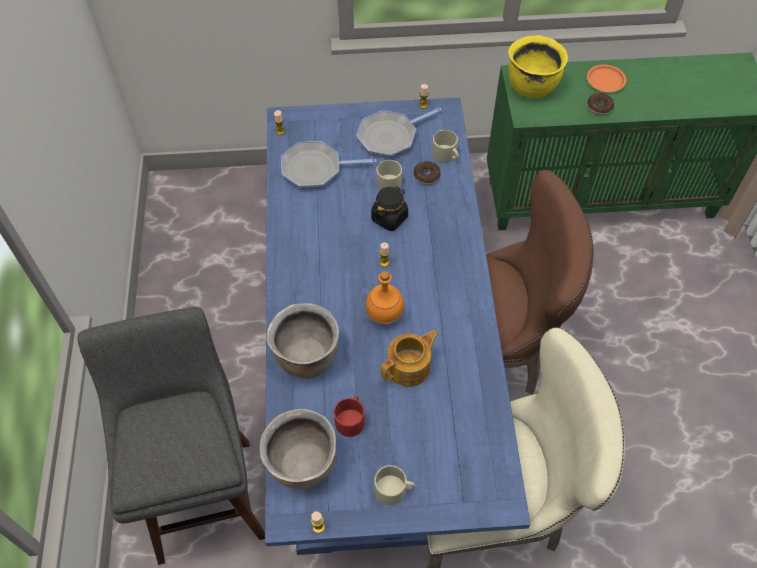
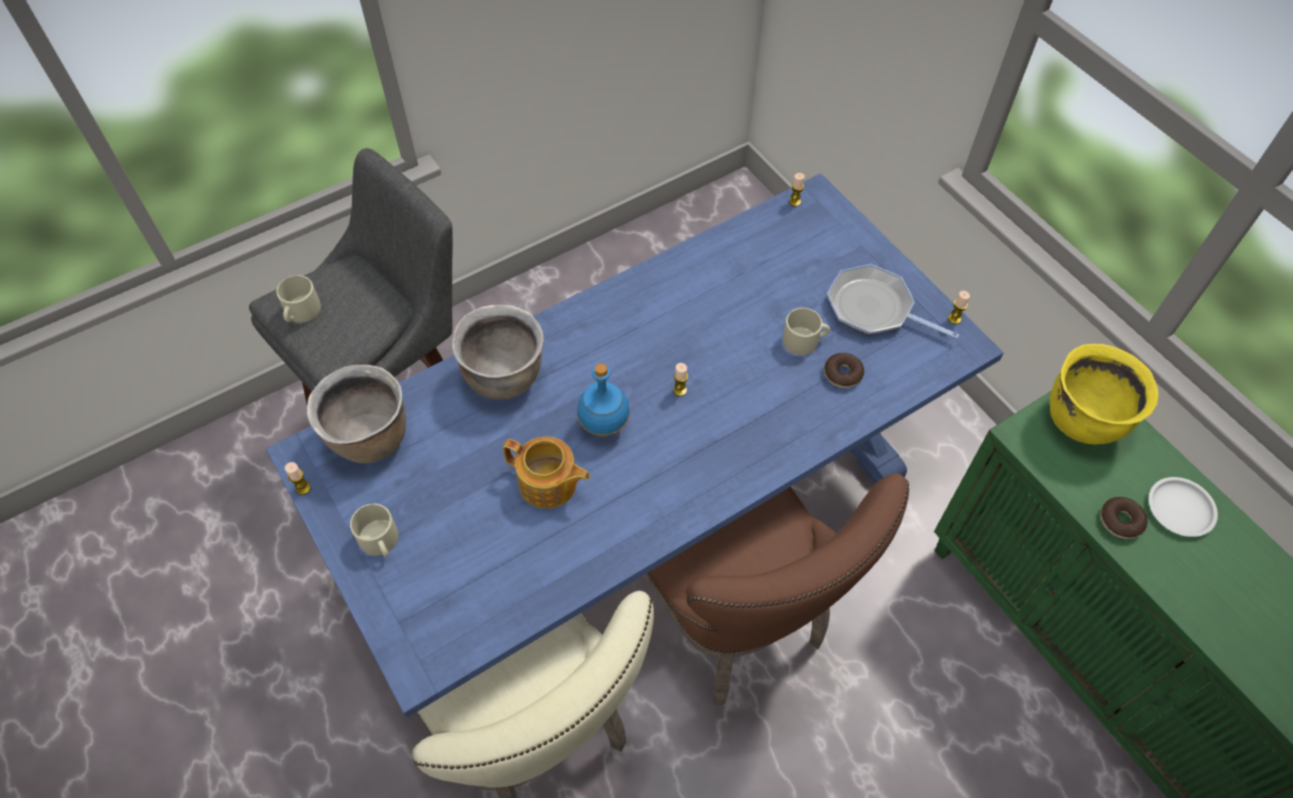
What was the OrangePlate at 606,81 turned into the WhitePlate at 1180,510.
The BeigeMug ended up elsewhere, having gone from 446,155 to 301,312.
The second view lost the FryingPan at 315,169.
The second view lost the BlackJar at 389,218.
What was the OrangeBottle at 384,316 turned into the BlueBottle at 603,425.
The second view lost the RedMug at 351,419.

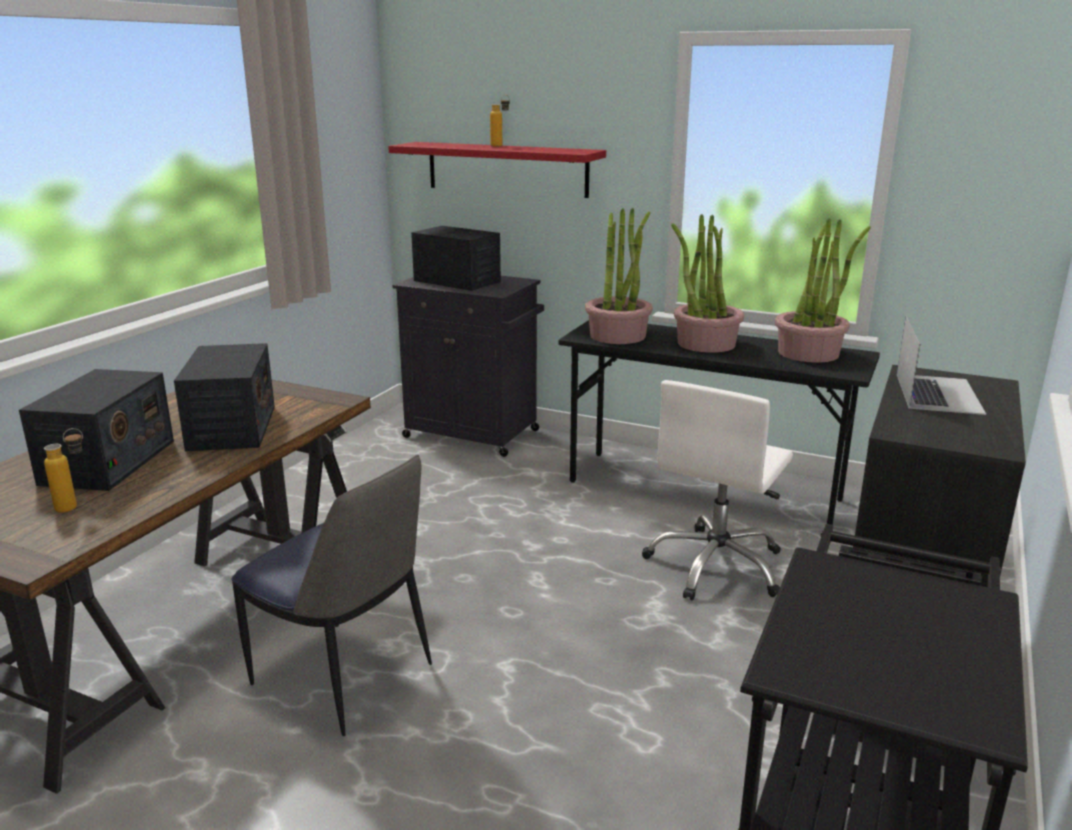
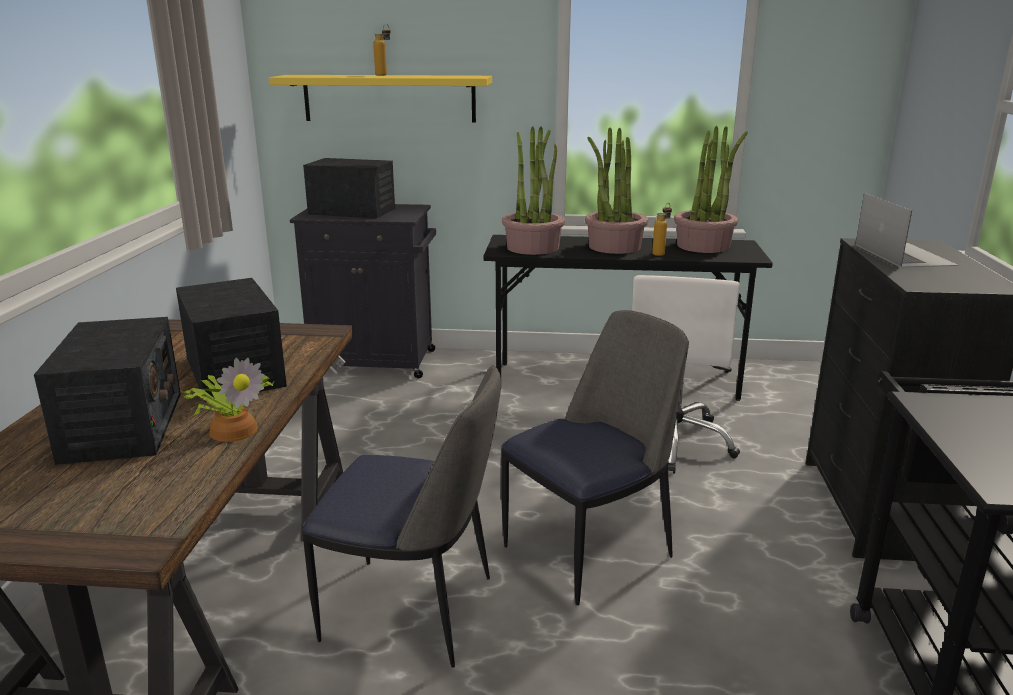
What was the RedShelf at 506,169 turned into the YellowShelf at 389,98.
The Bottle ended up elsewhere, having gone from 75,506 to 661,253.
The second view gained the Chair at 591,549.
The second view gained the PottedPlant at 234,429.

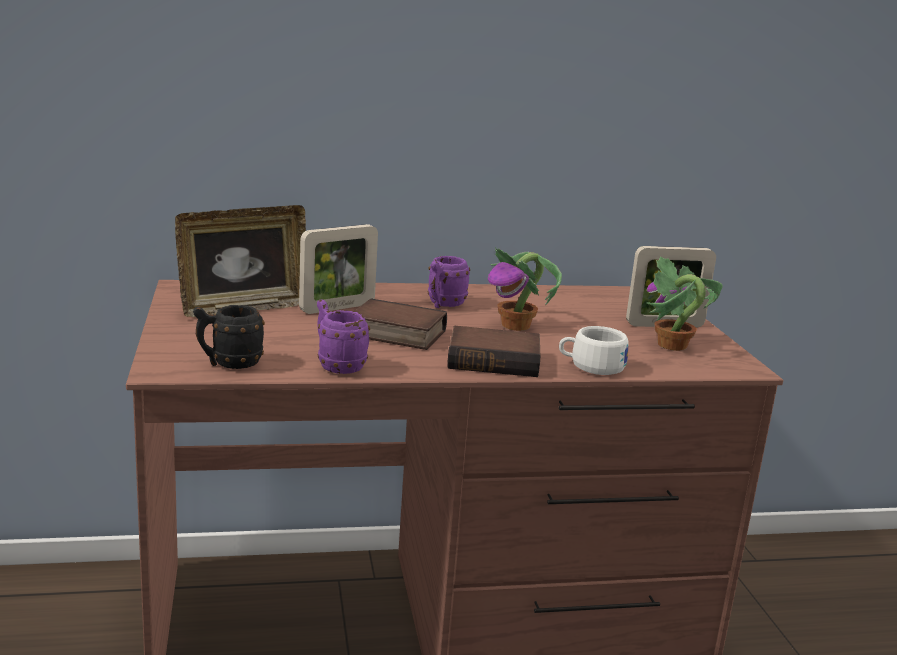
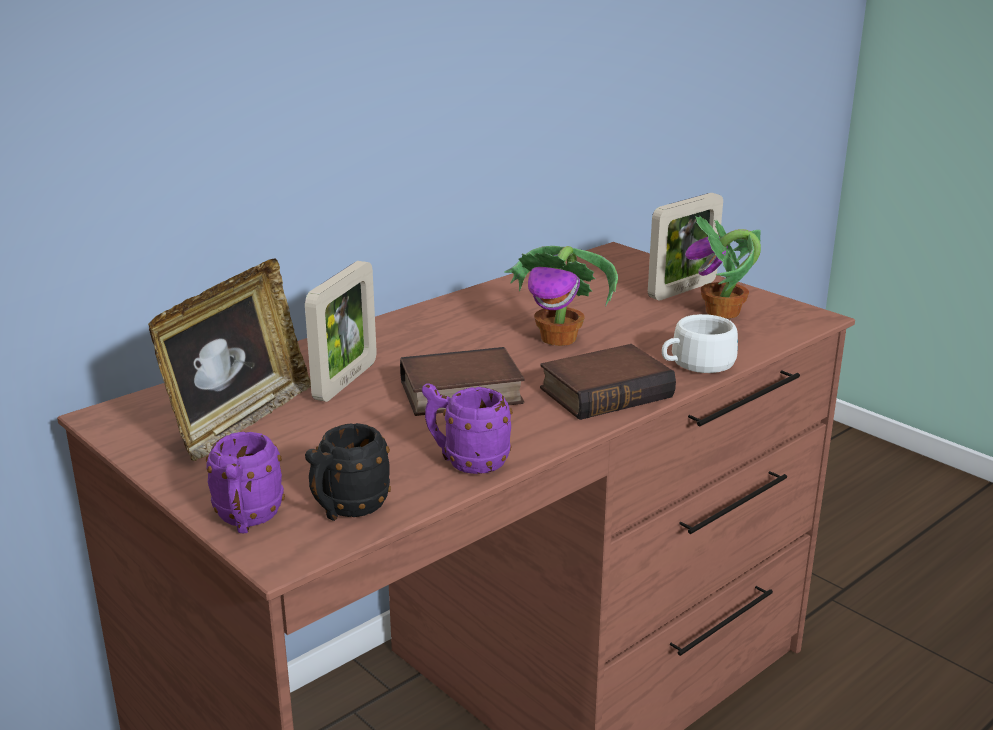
The PurpleMug ended up elsewhere, having gone from 443,304 to 247,520.

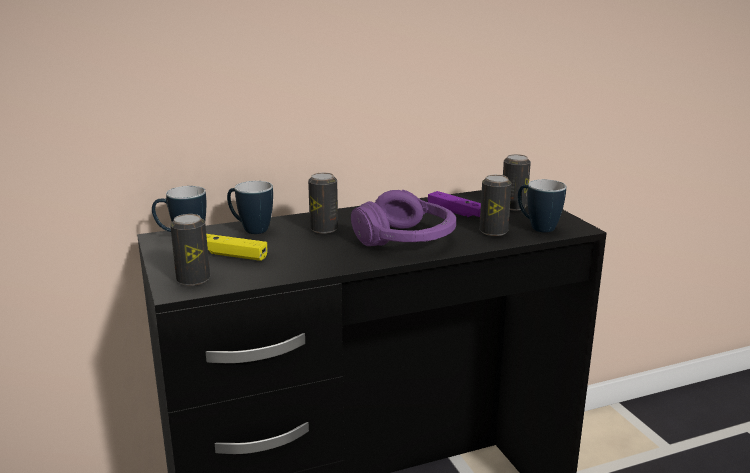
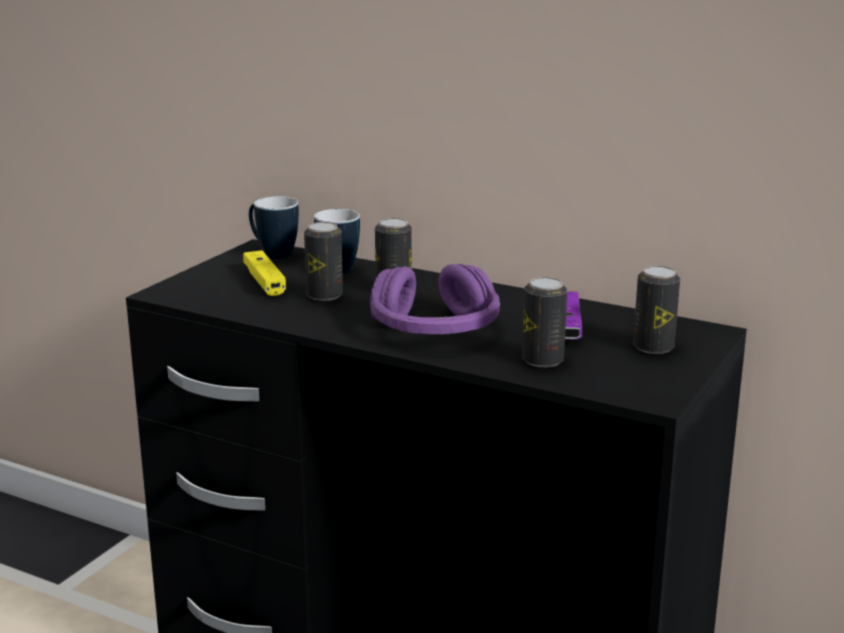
The second view lost the Mug at 537,227.
The Can ended up elsewhere, having gone from 193,280 to 324,295.

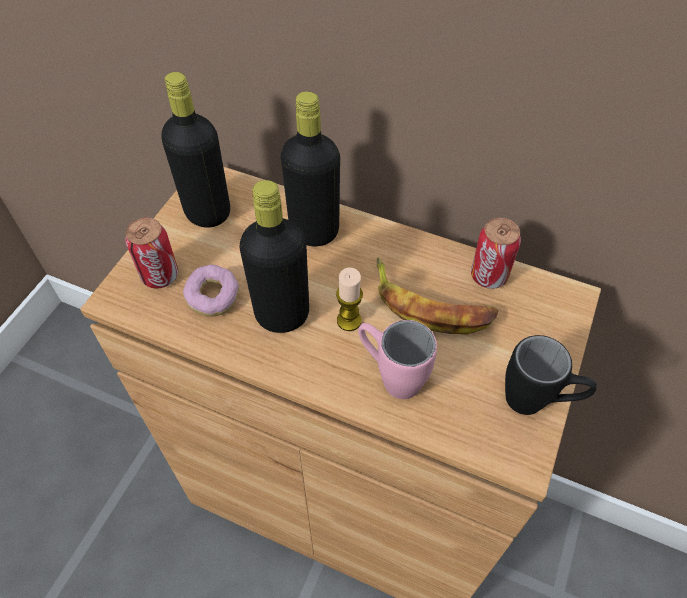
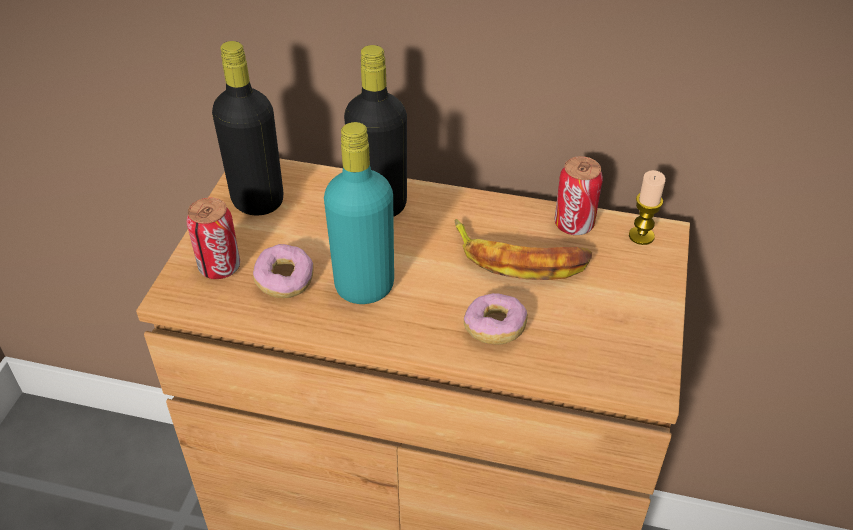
What was the BlackBottle at 282,315 turned into the TurquoiseBottle at 364,287.
The Candle ended up elsewhere, having gone from 349,320 to 641,236.
Where the PinkMug stood at 391,376, the Donut came to stand at 494,328.
The second view lost the BlackMug at 537,402.

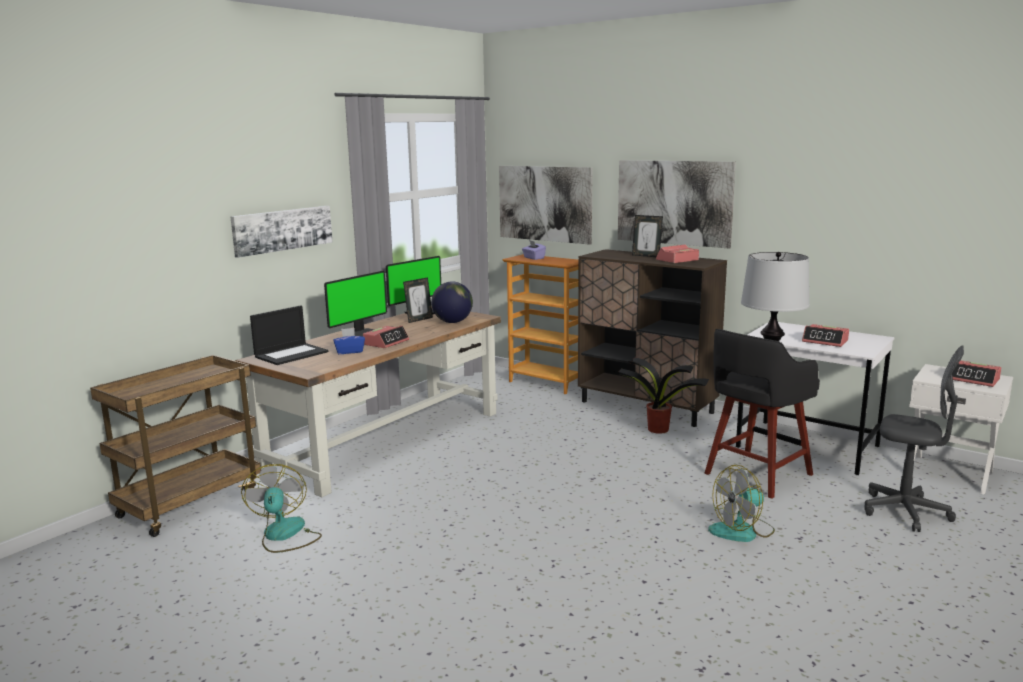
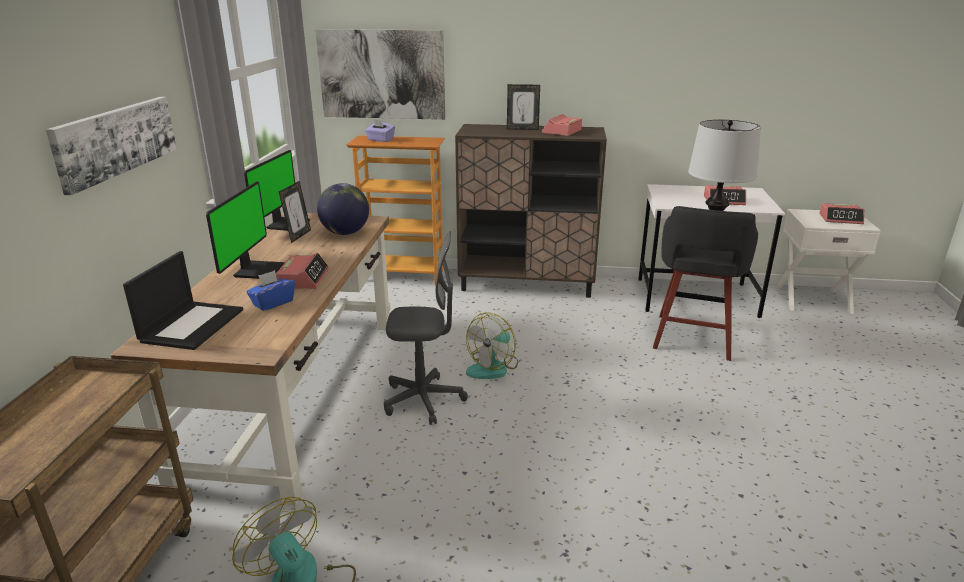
The second view lost the Picture at 673,202.
The GreyOfficeChair ended up elsewhere, having gone from 905,511 to 423,400.
The second view lost the PottedPlant at 657,429.
The Fan ended up elsewhere, having gone from 742,531 to 493,367.

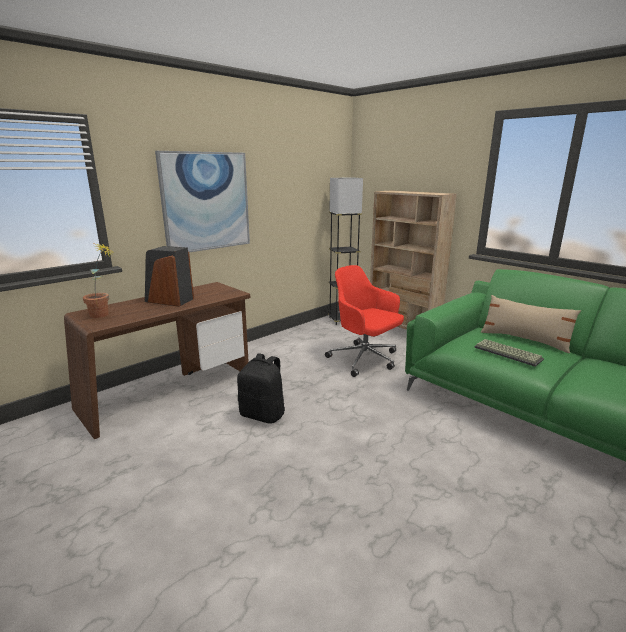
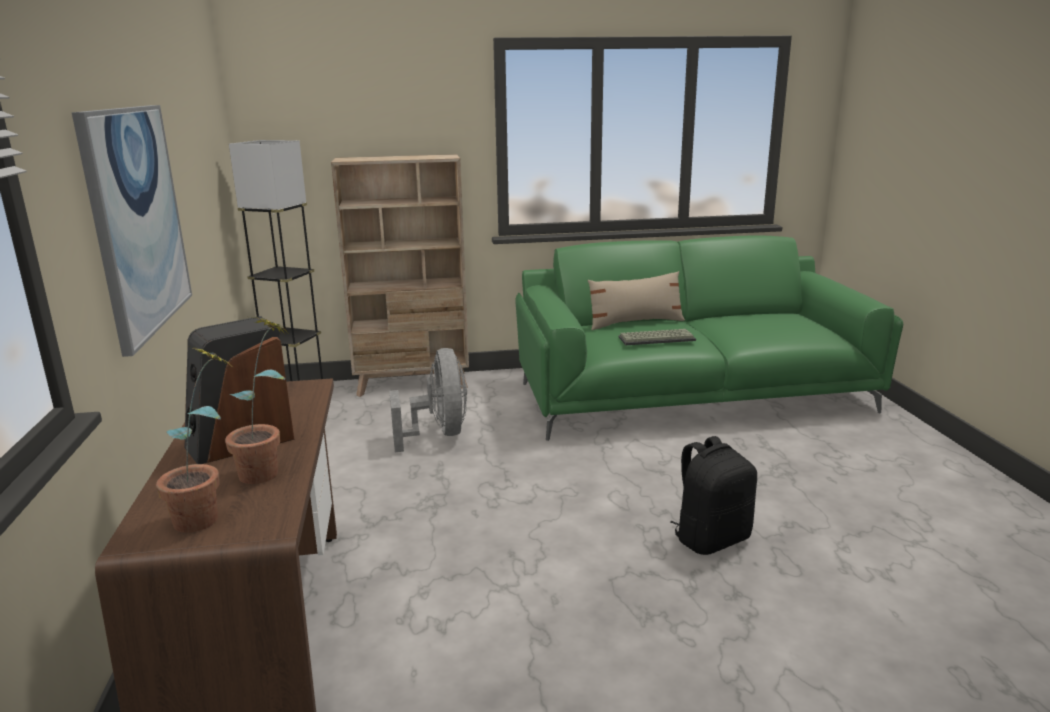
Where the RedOfficeChair stood at 365,359, the GreyFan came to stand at 439,434.
The BlackBackpack ended up elsewhere, having gone from 263,415 to 711,538.
The second view gained the PottedPlant at 269,469.

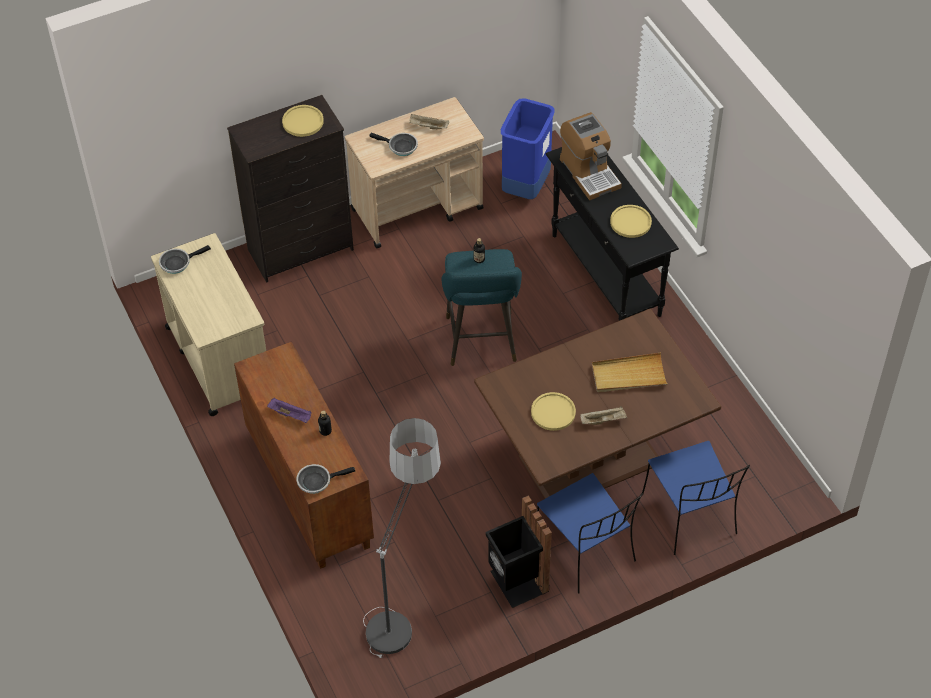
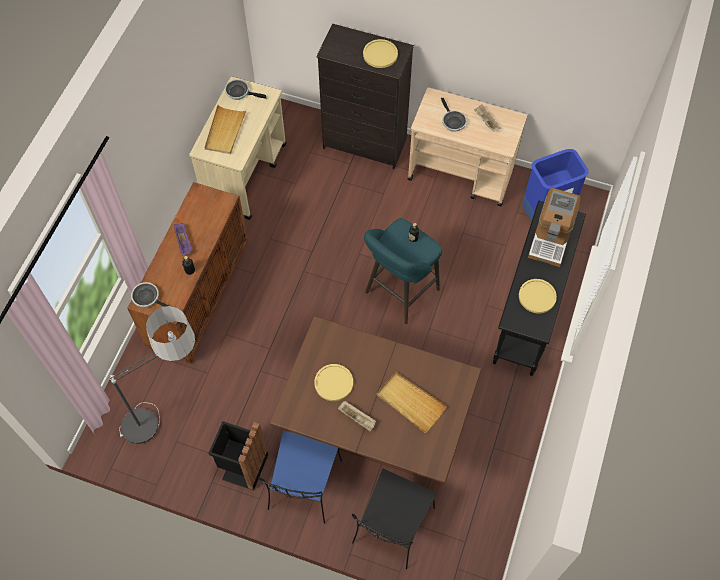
What was the BlueChair at 690,516 turned into the BlackChair at 392,527.
The second view gained the BeigeTray at 225,131.

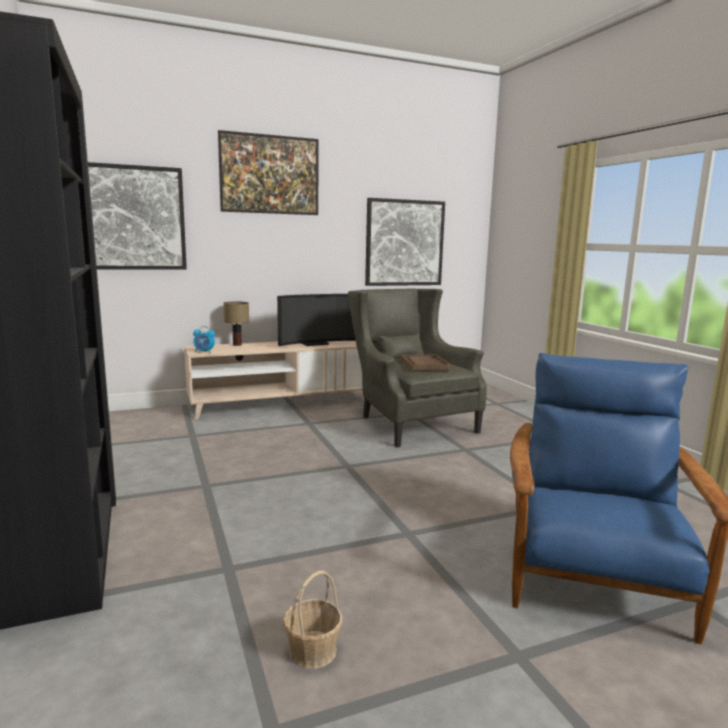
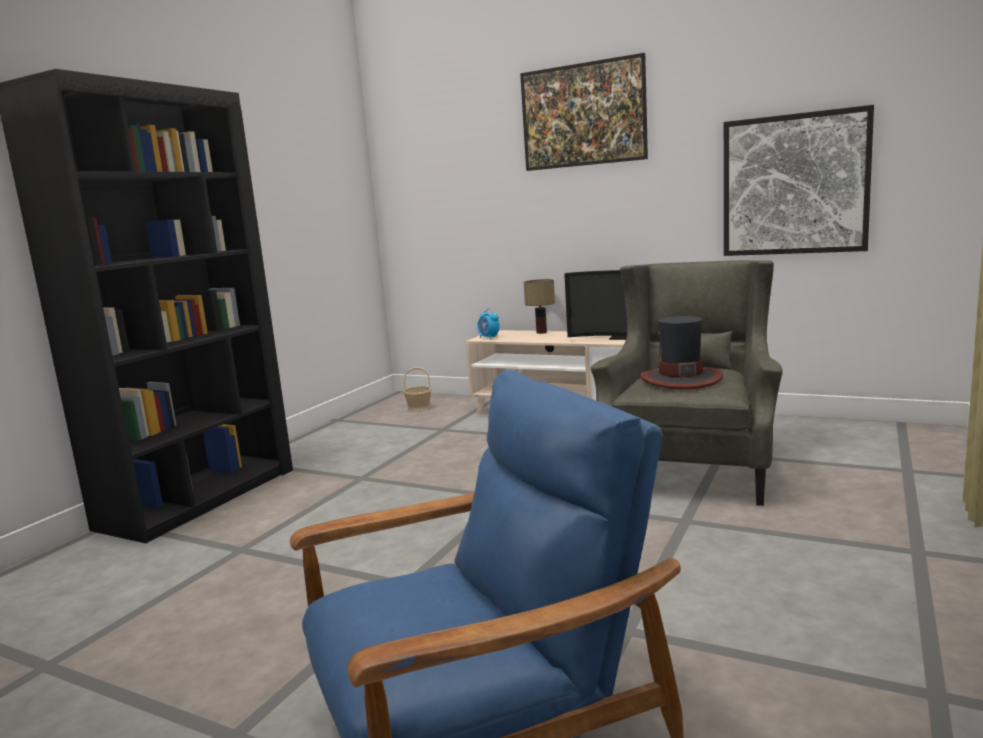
The second view lost the Picture at 131,218.
Where the BrownTray stood at 424,364, the Hat came to stand at 680,379.
The Basket ended up elsewhere, having gone from 312,651 to 419,407.

